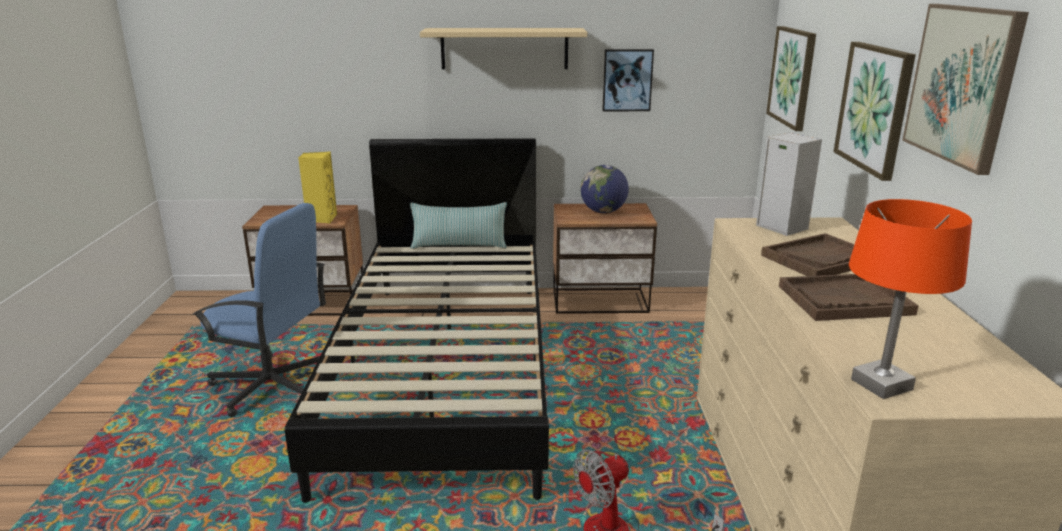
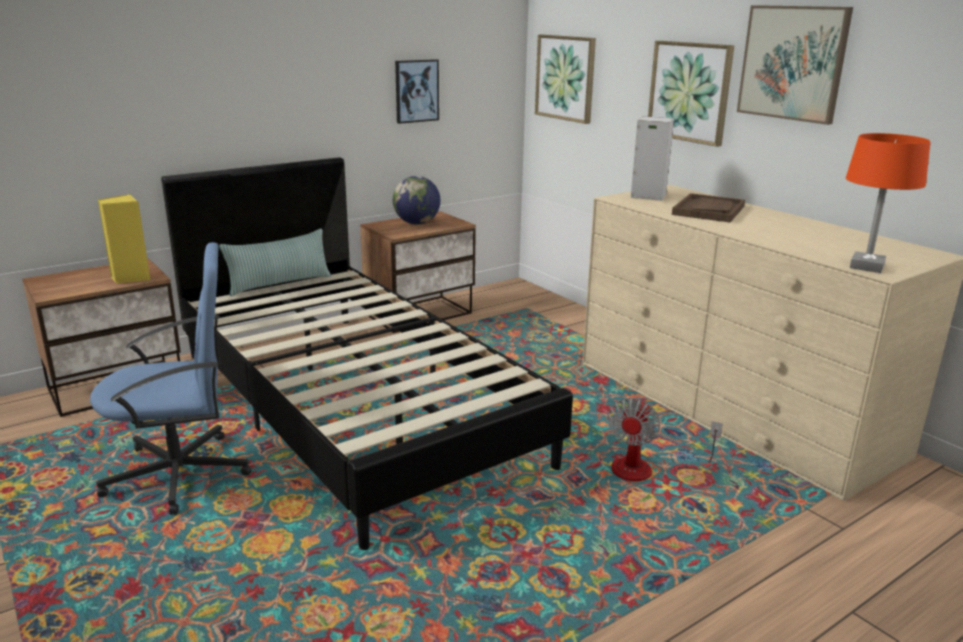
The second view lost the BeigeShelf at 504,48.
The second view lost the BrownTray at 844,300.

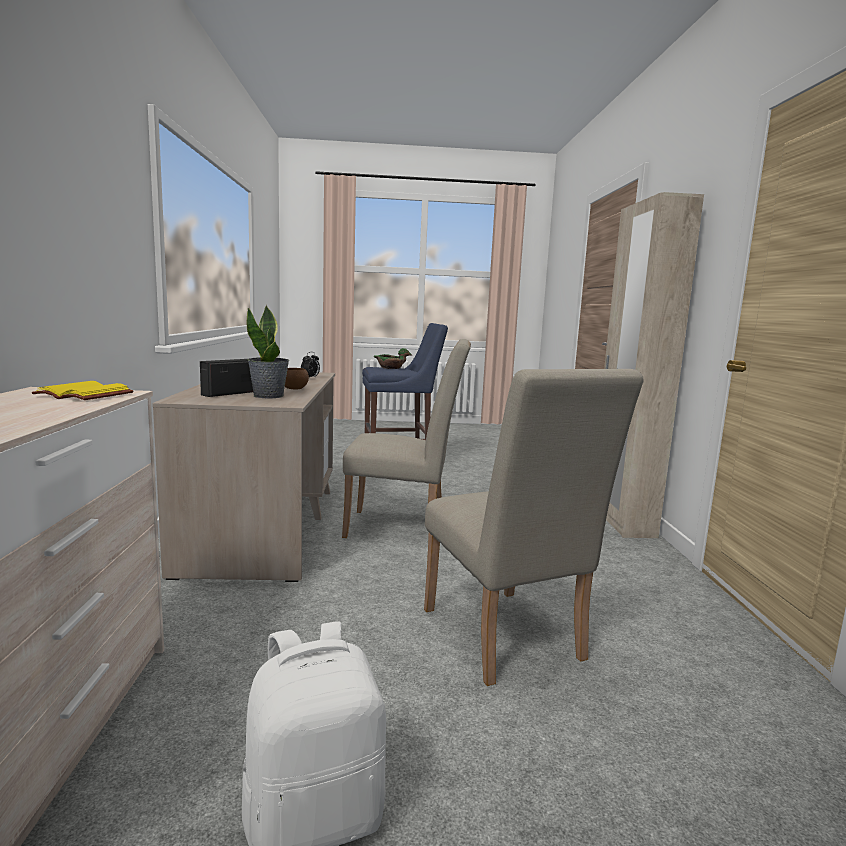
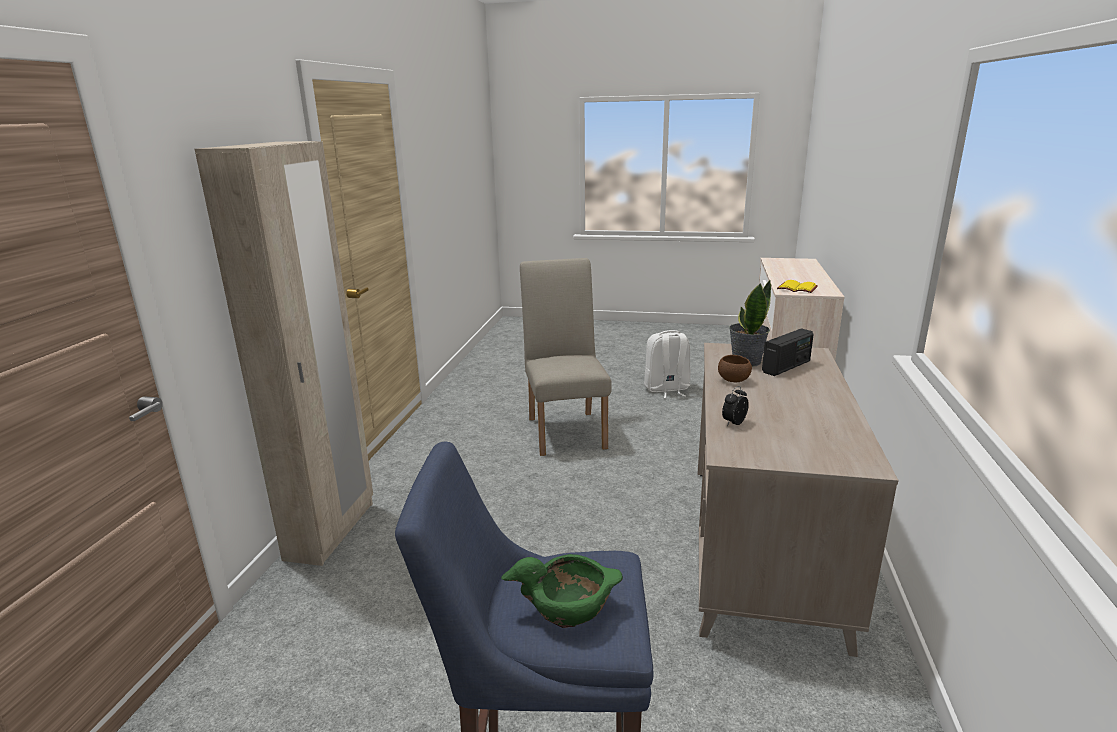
The second view lost the BeigeChair at 405,528.

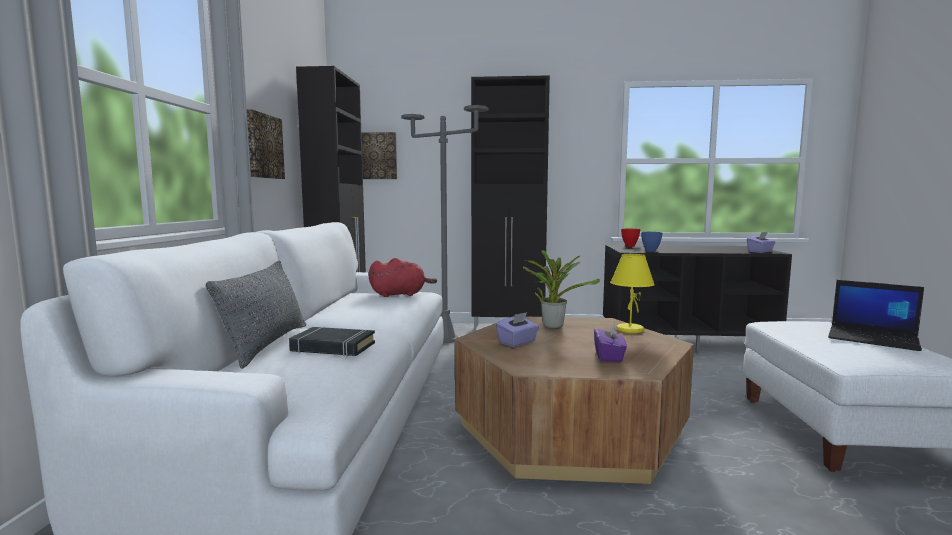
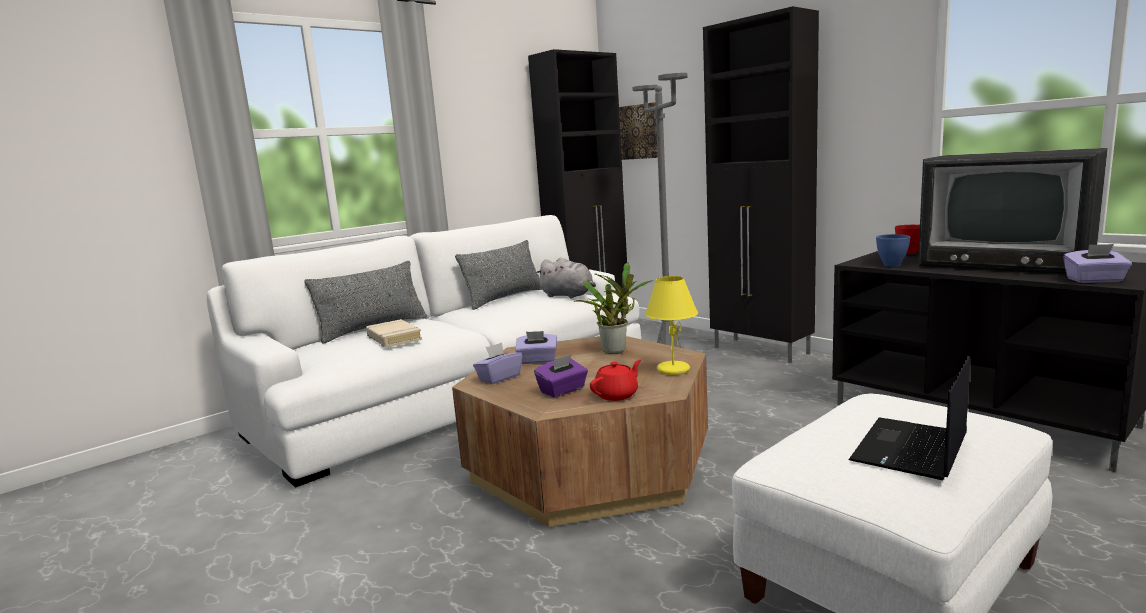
The second view lost the Picture at 263,146.
What was the RedPlushToy at 400,294 turned into the GreyPlushToy at 568,296.
The Laptop at 874,339 ended up facing another way, 45 degrees clockwise from before.
What was the BlackBook at 332,347 turned into the BeigeBook at 393,338.
The second view gained the Television at 1006,263.
The second view gained the GreyPillow at 505,298.
The second view gained the PurpleTissueBox at 499,378.
The second view gained the RedTeapot at 617,395.

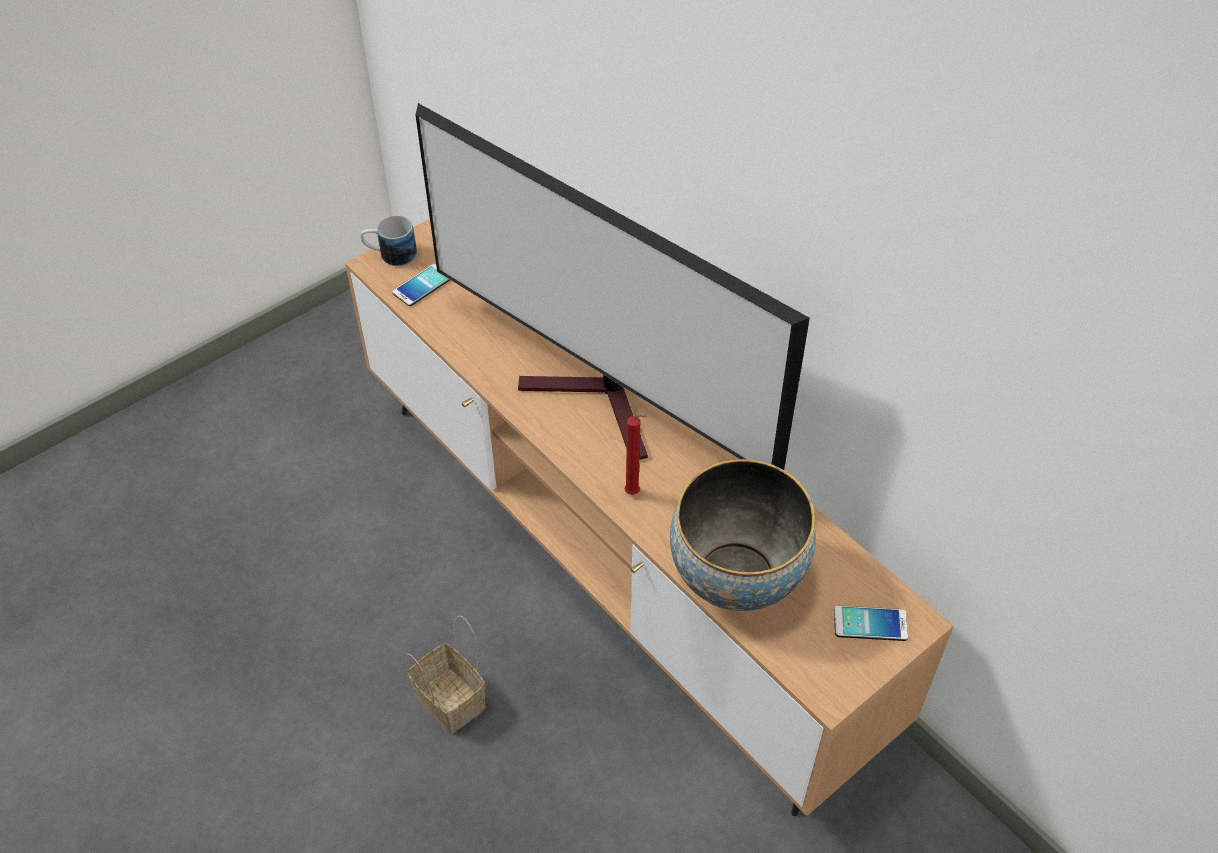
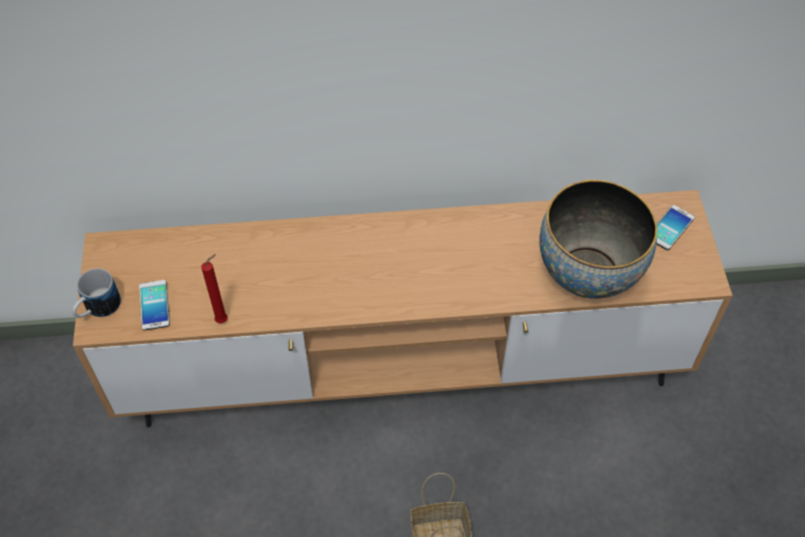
The second view lost the Television at 602,405.
The RedCandle ended up elsewhere, having gone from 634,493 to 223,319.

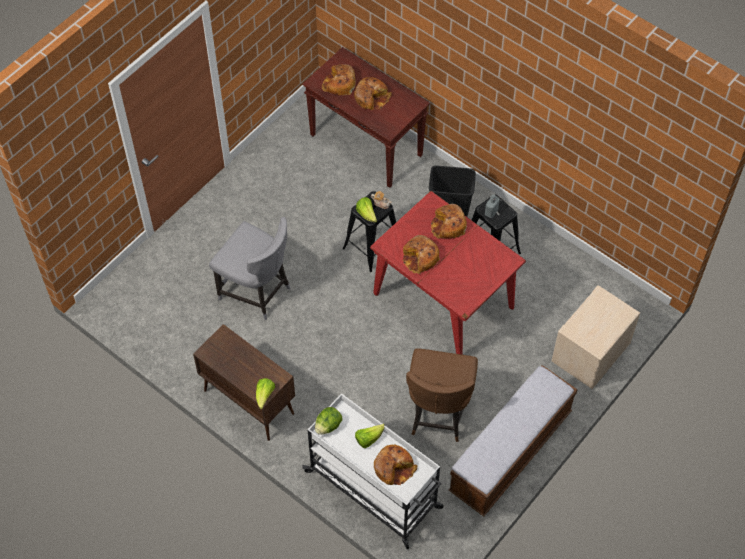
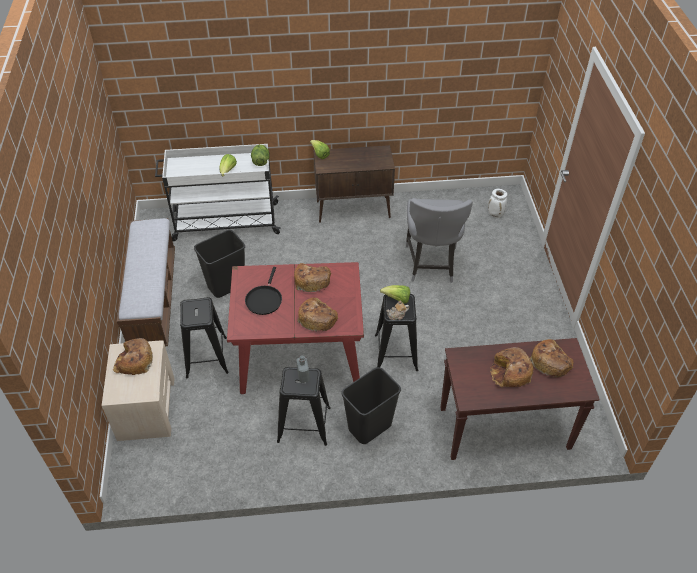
The GreyChair at 257,292 ended up facing another way, 75 degrees counterclockwise from before.
Where the BrownChair stood at 438,414, the BlackTrashCan came to stand at 226,285.
The Bread ended up elsewhere, having gone from 394,467 to 134,361.
The second view gained the WhiteVase at 496,214.
The second view gained the BlackFryingPan at 264,299.
The second view gained the BlackStool at 206,357.

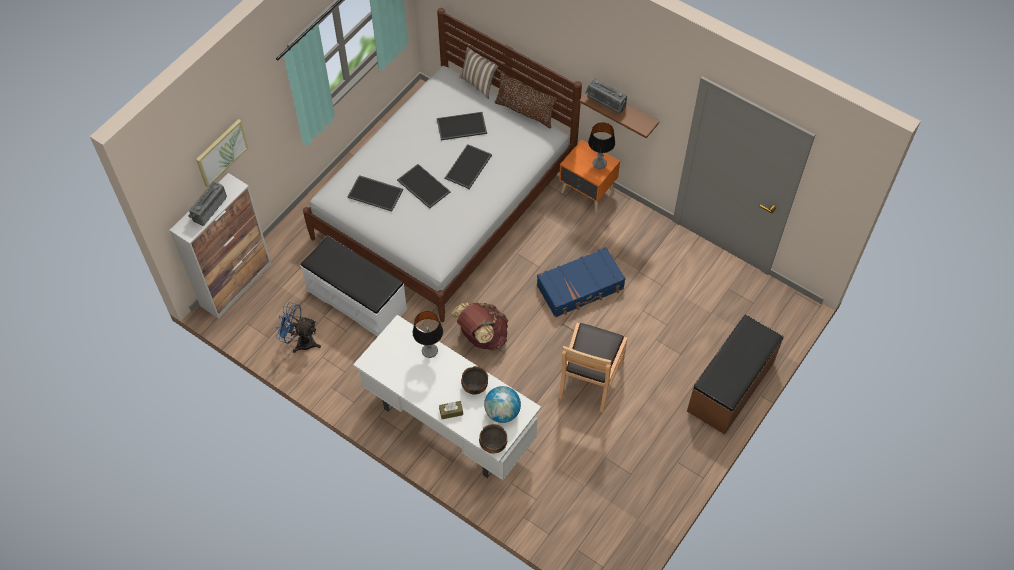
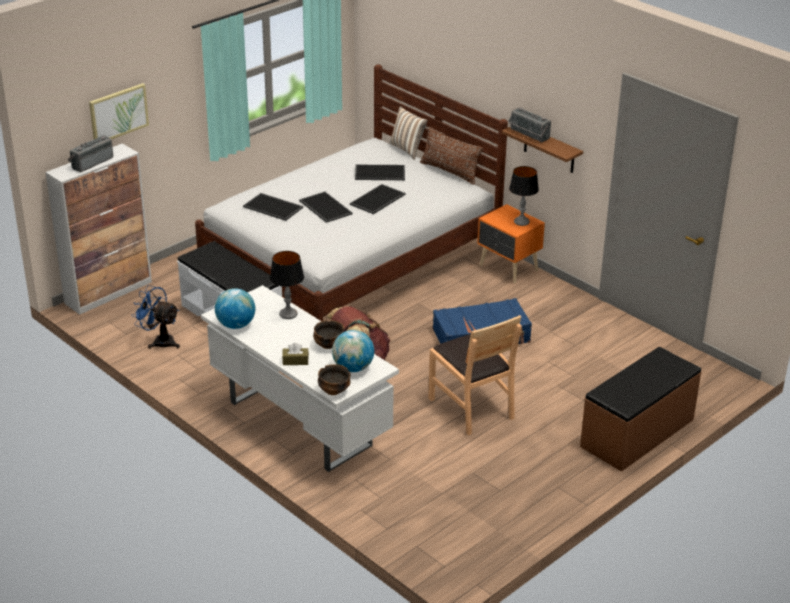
The BrownChair at 589,379 ended up facing another way, 60 degrees counterclockwise from before.
The second view gained the Globe at 236,325.

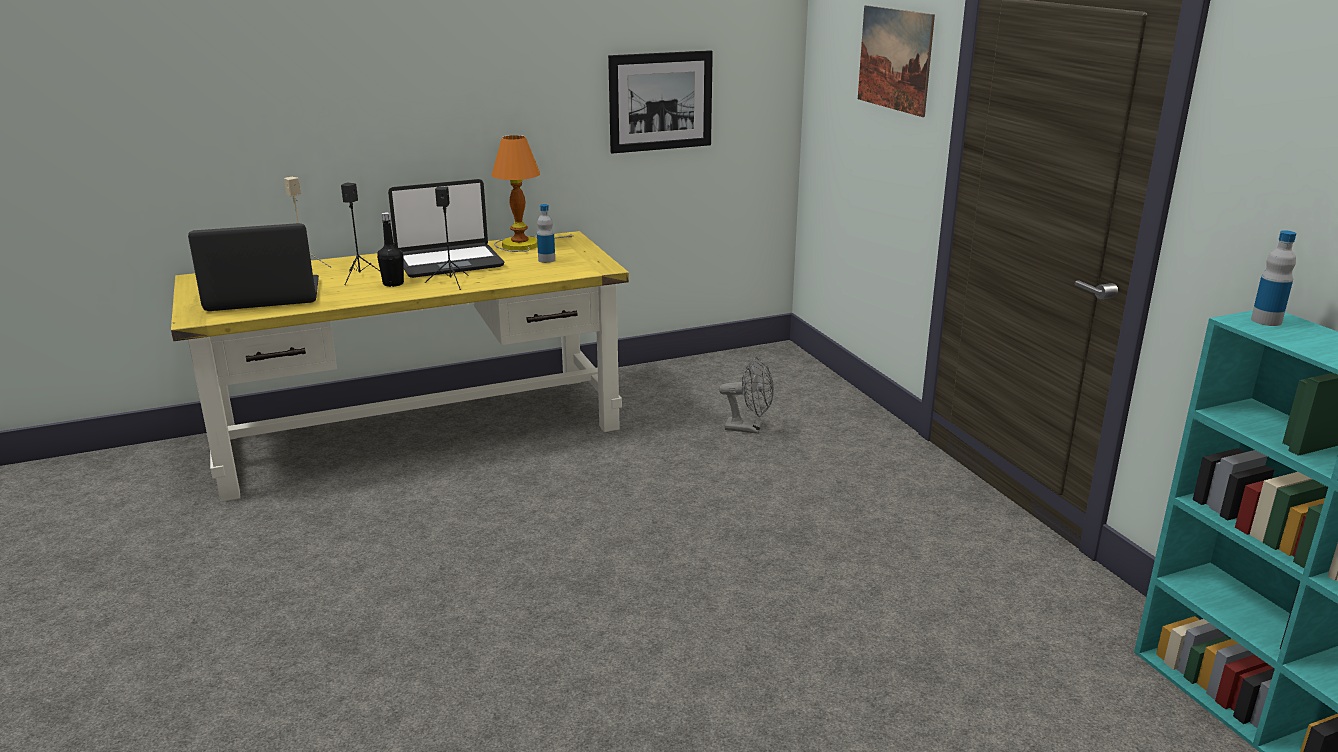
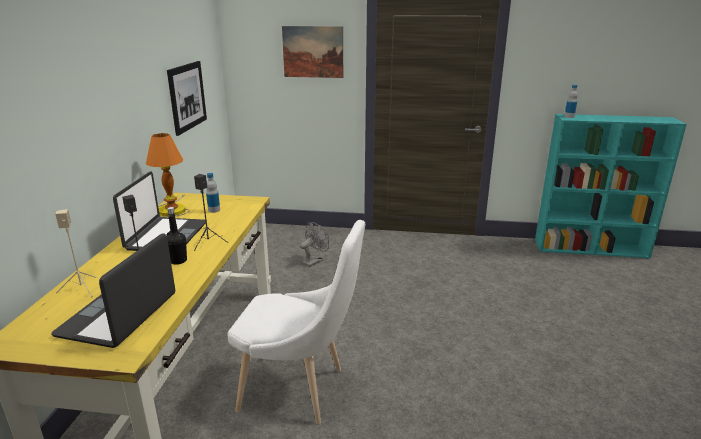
The second view gained the WhiteChair at 299,390.

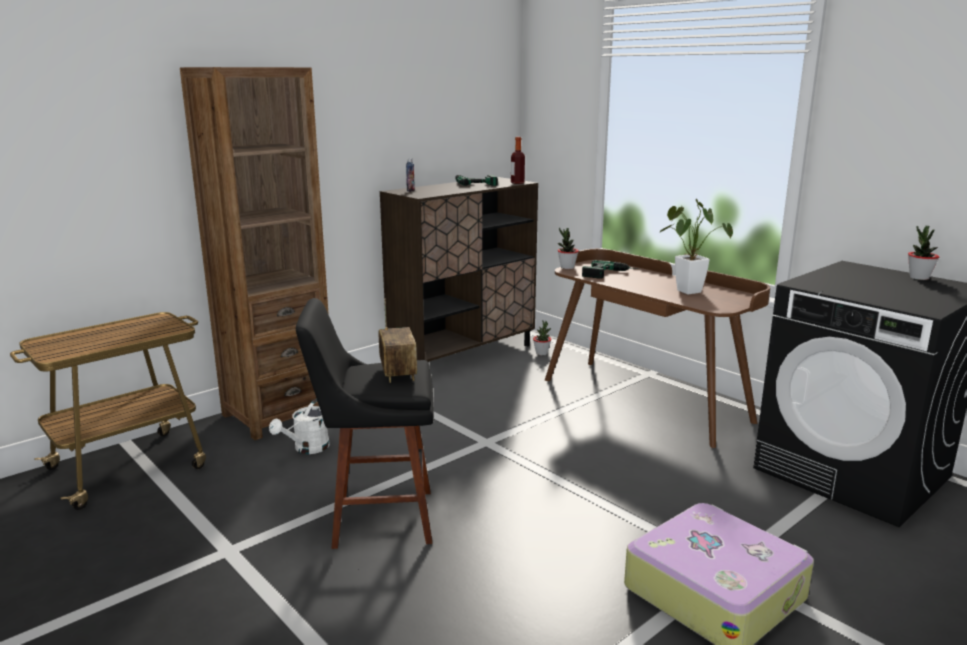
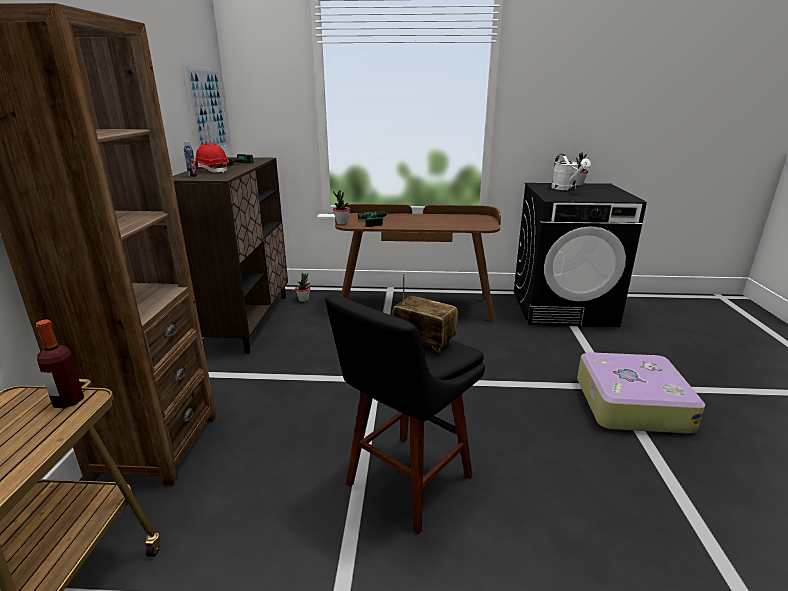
The Bottle ended up elsewhere, having gone from 517,183 to 68,401.
The second view lost the PottedPlant at 685,290.
The WhiteWateringCan ended up elsewhere, having gone from 307,449 to 566,189.
The second view gained the Picture at 208,110.
The second view gained the RedHardHat at 212,170.

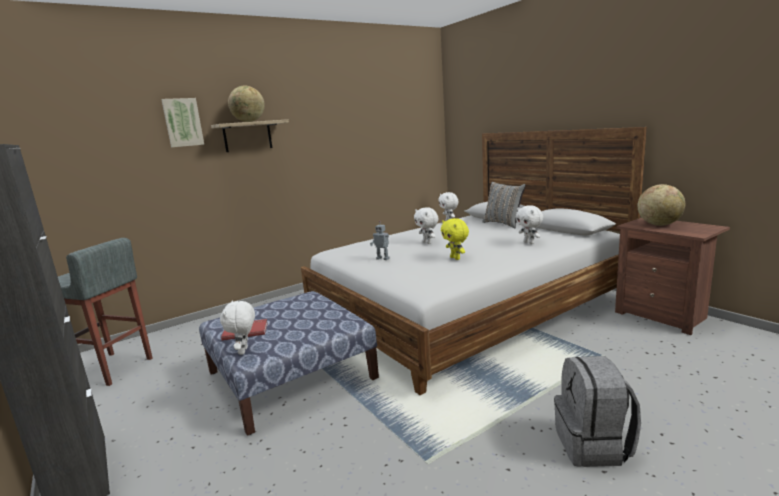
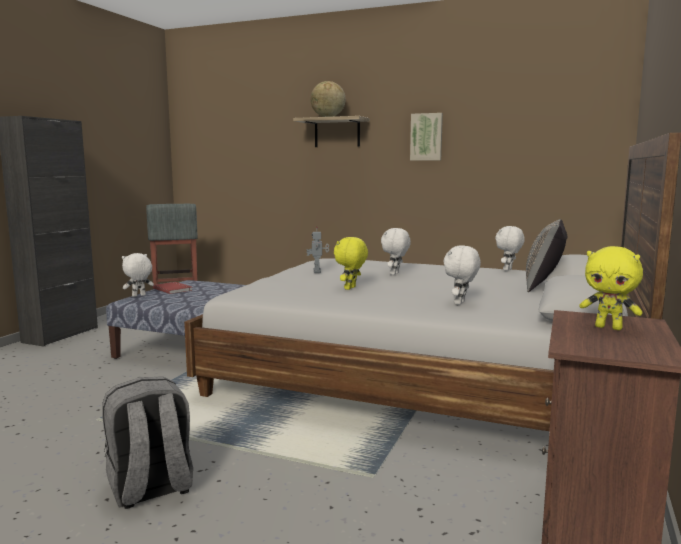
The Picture ended up elsewhere, having gone from 183,122 to 426,137.
Where the Globe stood at 659,224, the YellowPlushToy came to stand at 609,327.

